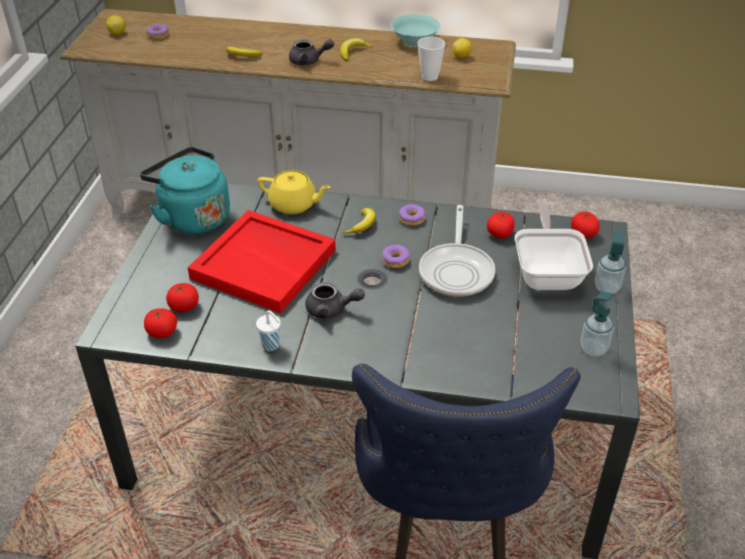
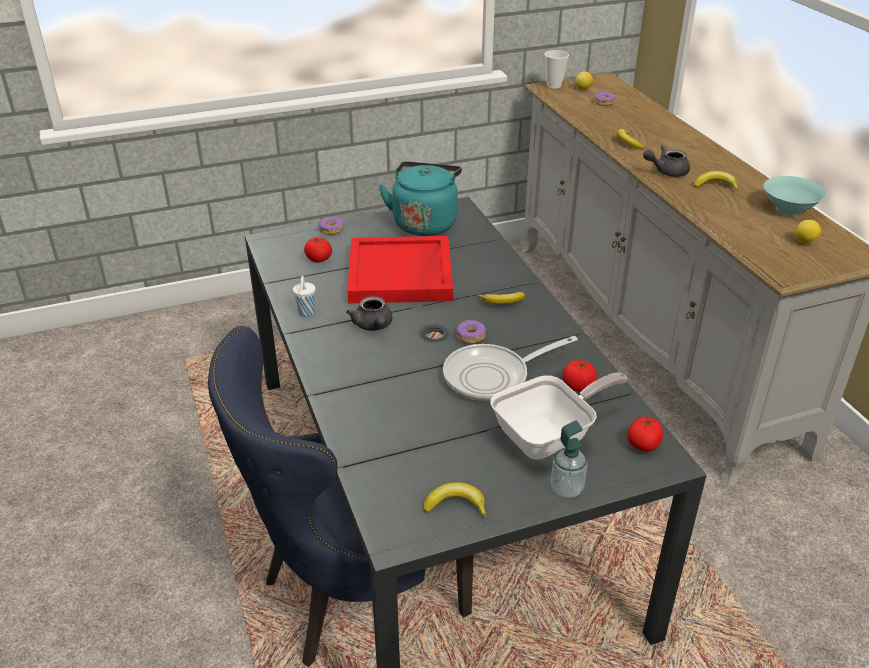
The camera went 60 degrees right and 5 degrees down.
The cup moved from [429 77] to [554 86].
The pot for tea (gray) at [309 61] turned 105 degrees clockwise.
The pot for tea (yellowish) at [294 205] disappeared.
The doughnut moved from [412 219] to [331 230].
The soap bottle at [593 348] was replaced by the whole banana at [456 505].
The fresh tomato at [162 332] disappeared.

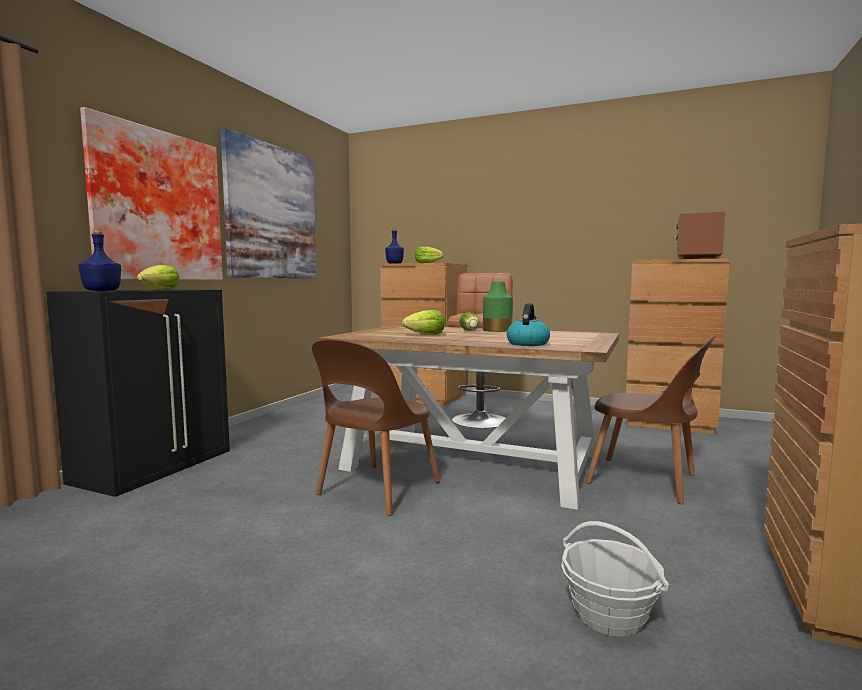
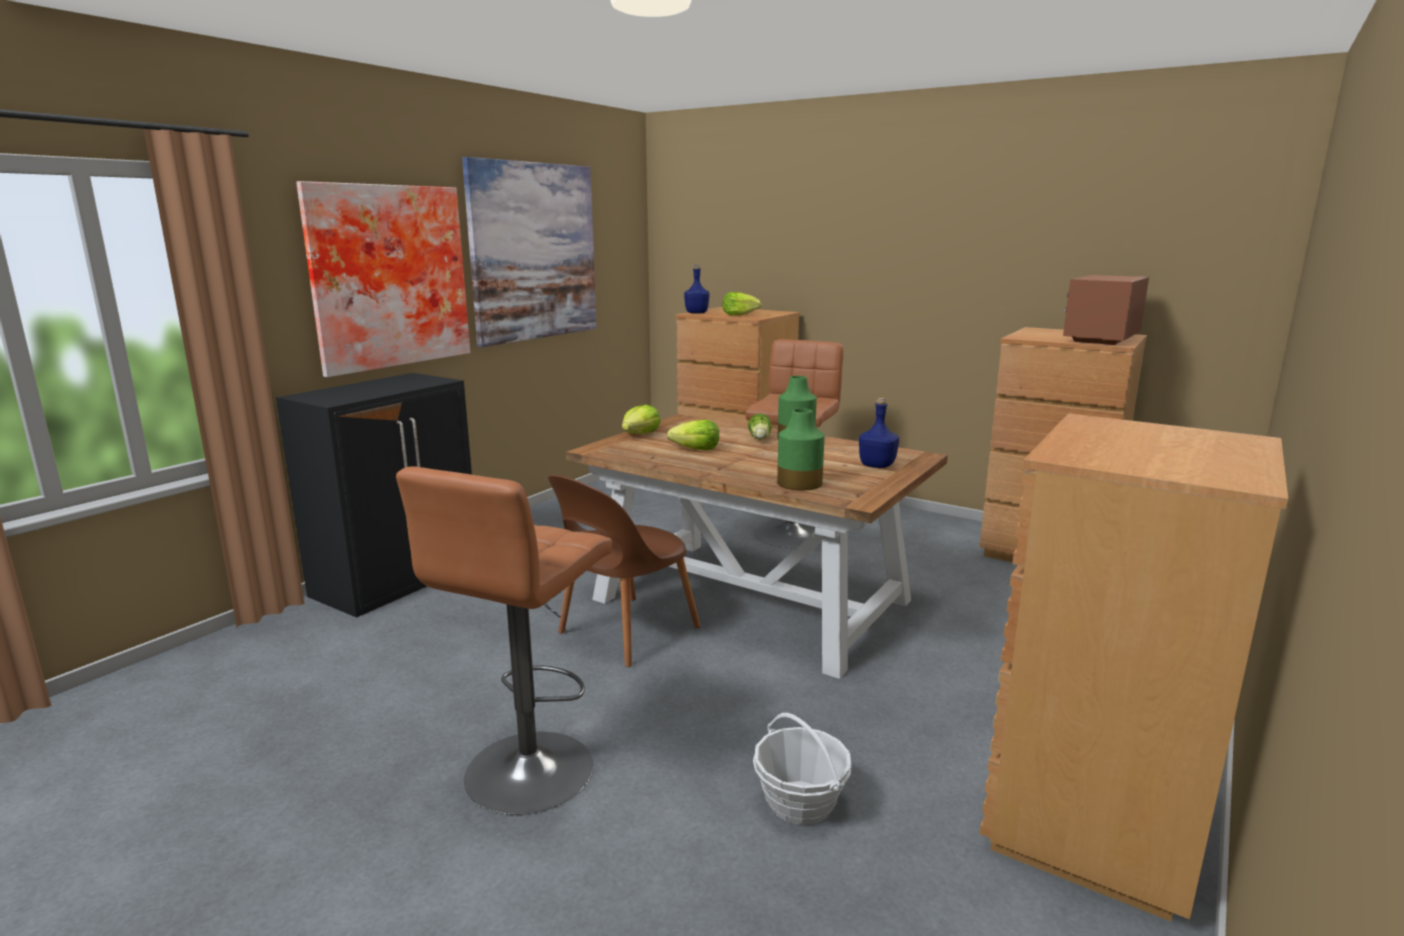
The camera went 10 degrees right and 10 degrees up.
The beverage bottle (blue-coloured) moved from [102 291] to [877 465].
The lettuce head moved from [160 289] to [640 434].
The water kettle at [527 344] was replaced by the flower vase (greenish) at [799 483].
The plain chair (brown-coloured) at [647 480] disappeared.
The stool seat (brown-coloured) at [527 772] appeared.

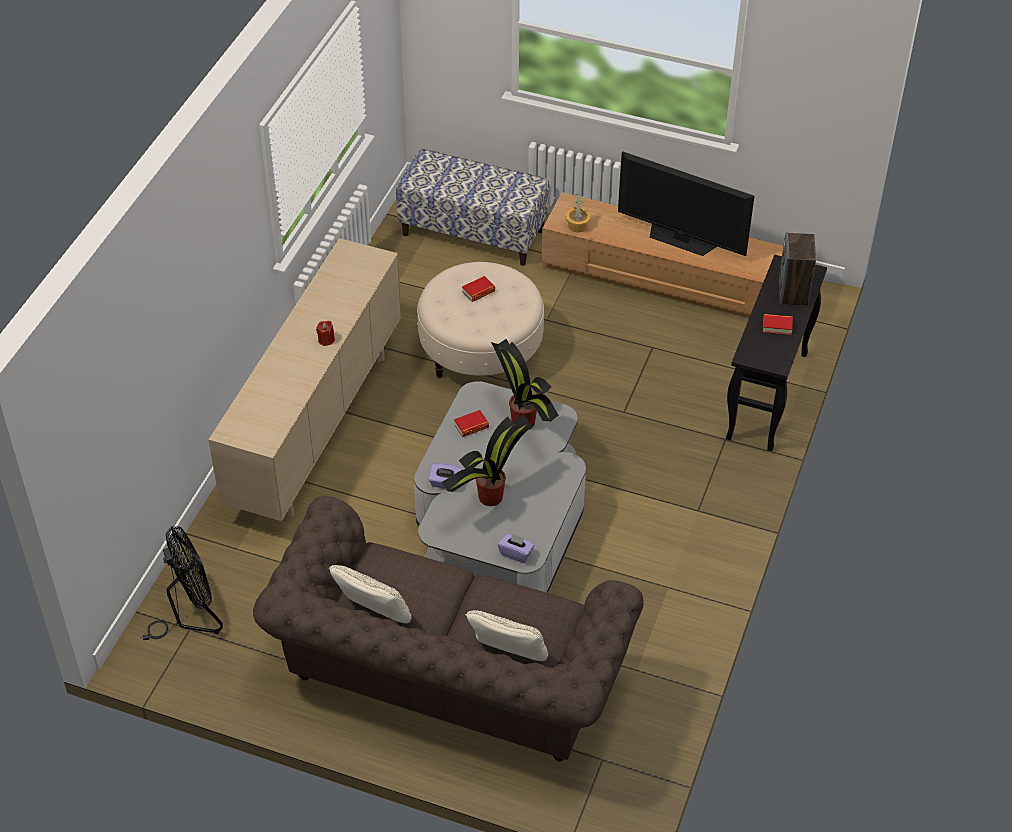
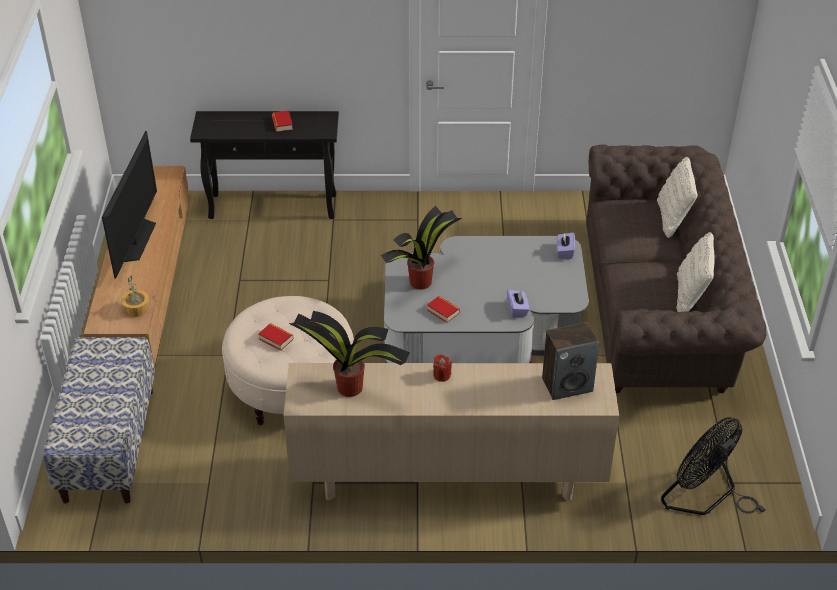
The camera went 110 degrees left and 5 degrees down.
The speaker moved from [793 292] to [567 384].
The houseplant moved from [489 497] to [351 388].

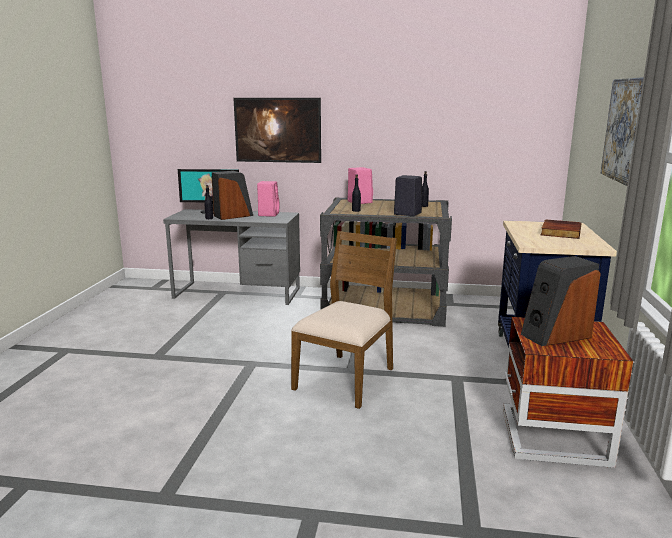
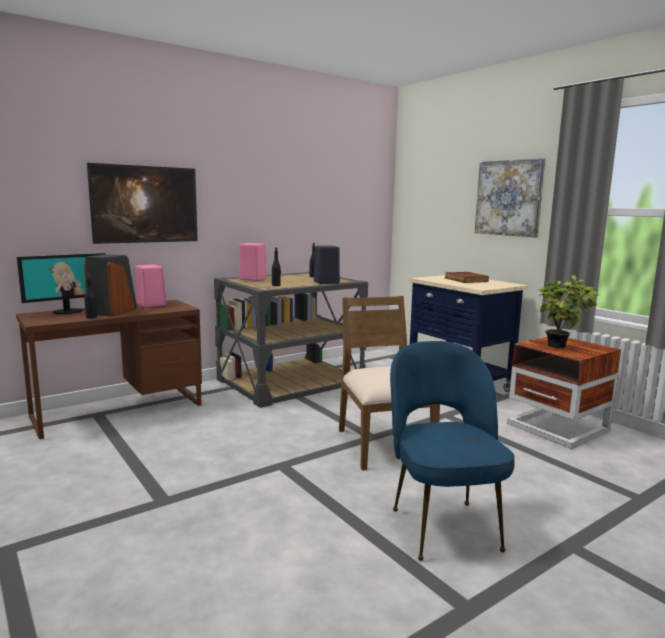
The camera went 45 degrees left and 5 degrees down.
The desk (gray) at [237 293] became the desk (brown-coloured) at [118 410].
The speaker at [555 335] was replaced by the houseplant at [561 347].
The plain chair (blue-coloured) at [442 524] appeared.

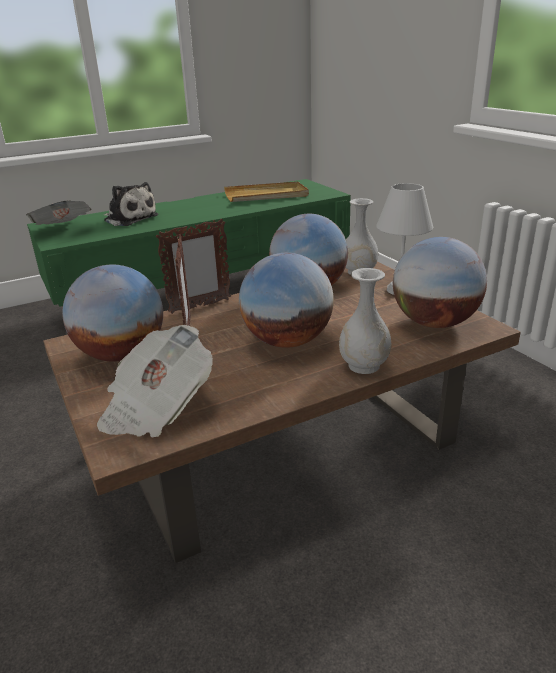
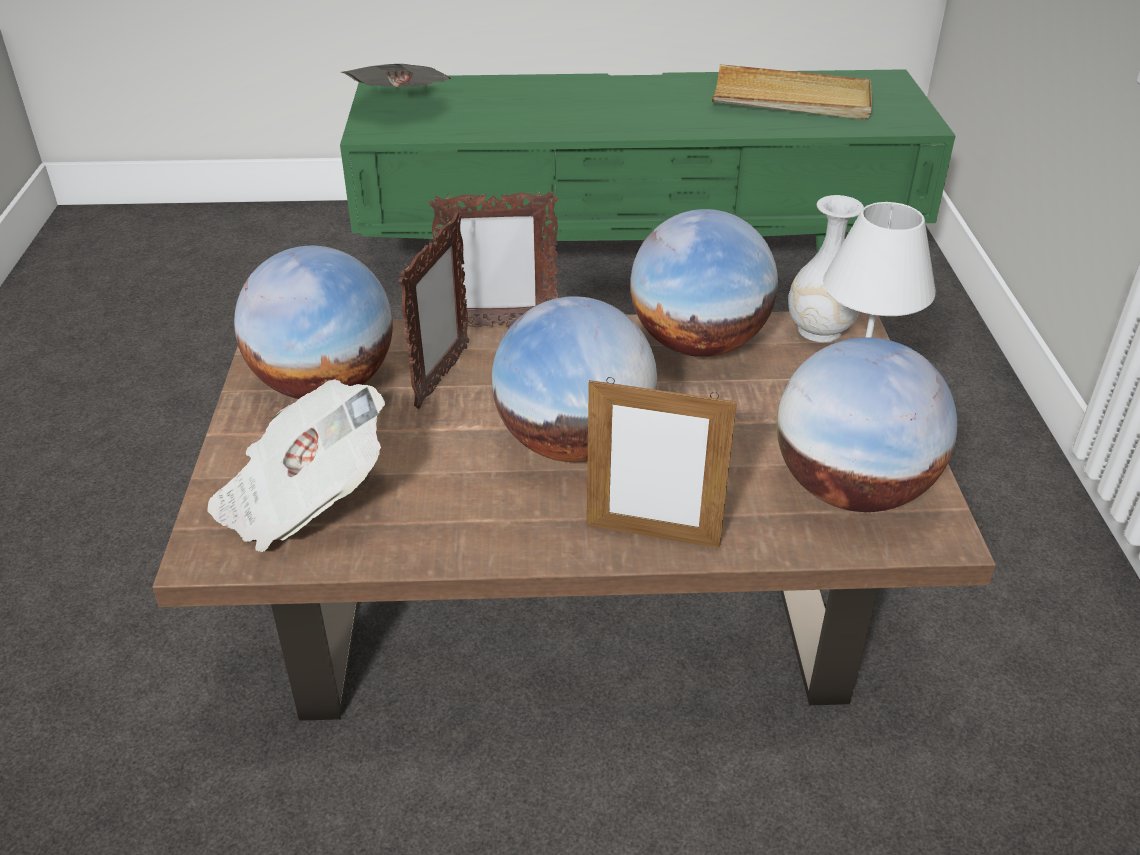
The camera went 25 degrees right and 10 degrees up.
The soft toy at [129 218] disappeared.
The flower vase (whitish) at [364 365] was replaced by the standing frame at [652 535].

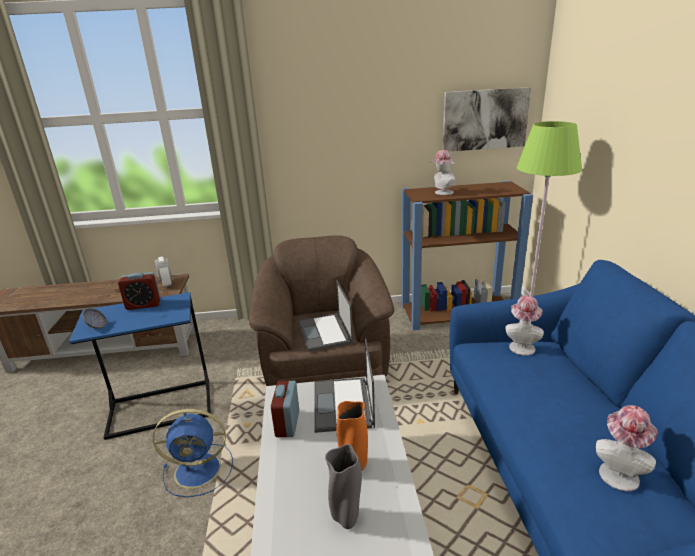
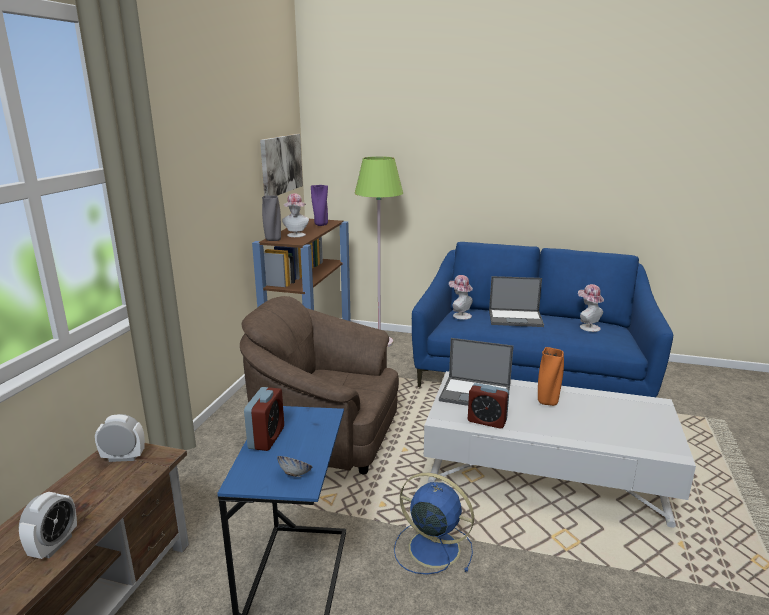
The camera went 70 degrees left and 5 degrees down.
The portable computer moved from [325 333] to [516 318].
The fan (blue-coloured) at [200 469] turned 75 degrees counterclockwise.
The flower vase (gray) moved from [346 517] to [273 240].
The flower vase (purple-coloured) at [320 225] appeared.
The alarm clock at [54 545] appeared.

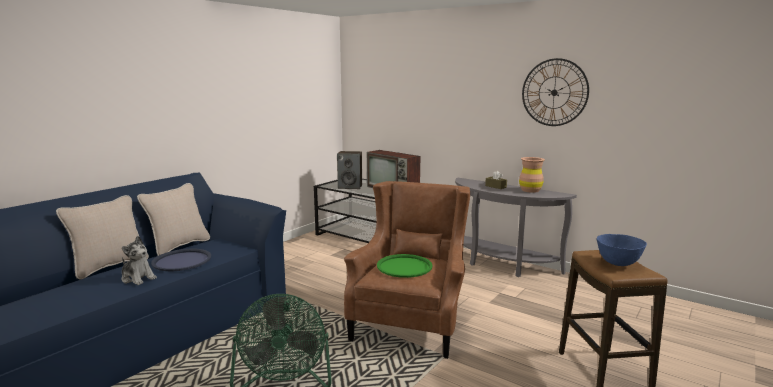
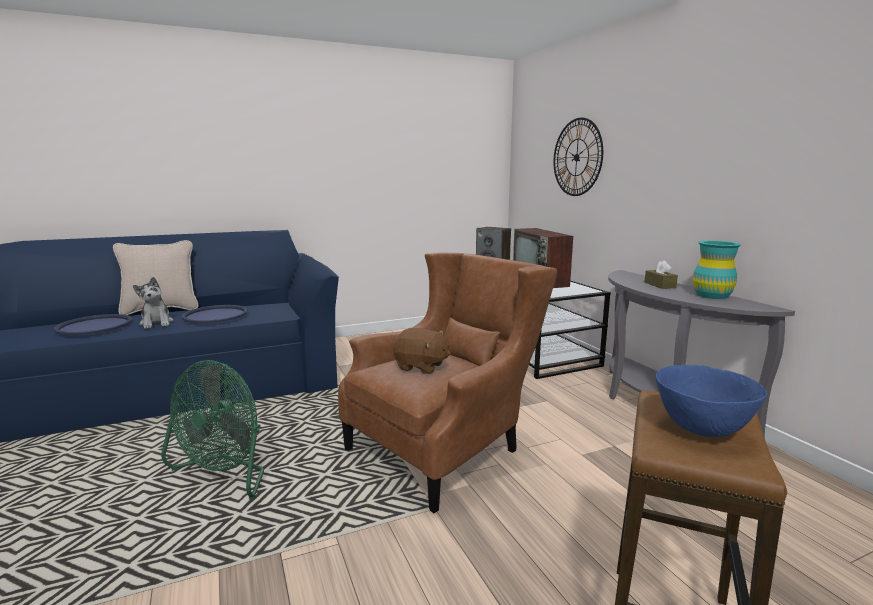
The camera went 30 degrees right and 0 degrees up.
The hanging clock moved from [554 92] to [577 157].
The flower vase (brown-coloured) at [530 190] became the flower vase (turquoise-coloured) at [712 295].
The pillow (sand-coloured) at [179 246] disappeared.
The tray (greenish) at [404 266] was replaced by the soft toy (brown-coloured) at [421 367].
The tray (blue-coloured) at [94 326] appeared.

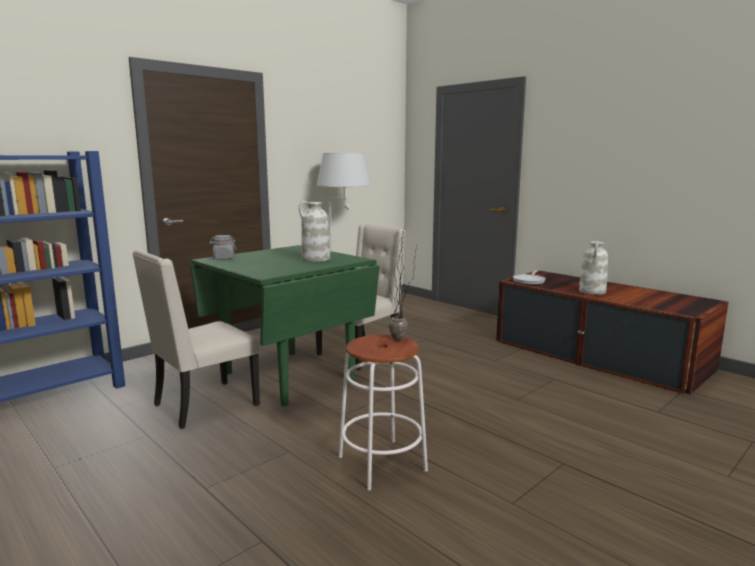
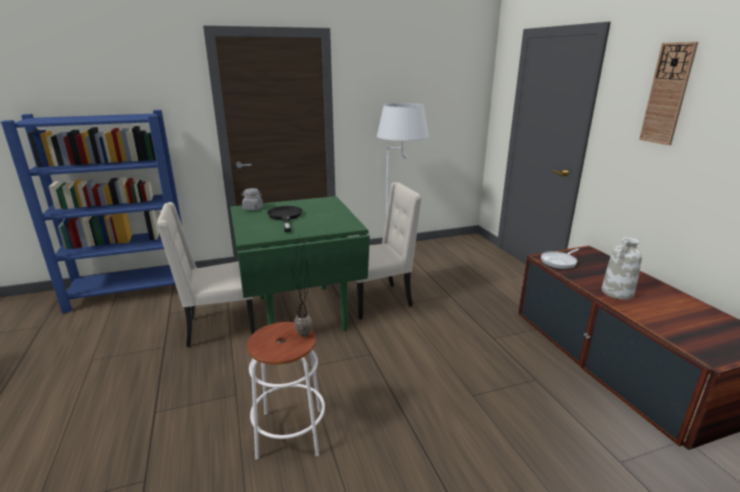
The camera went 25 degrees right and 10 degrees up.
The flower vase (whitish) at [315 259] disappeared.
The hanging clock at [667 94] appeared.
The pan (black-coloured) at [285 217] appeared.

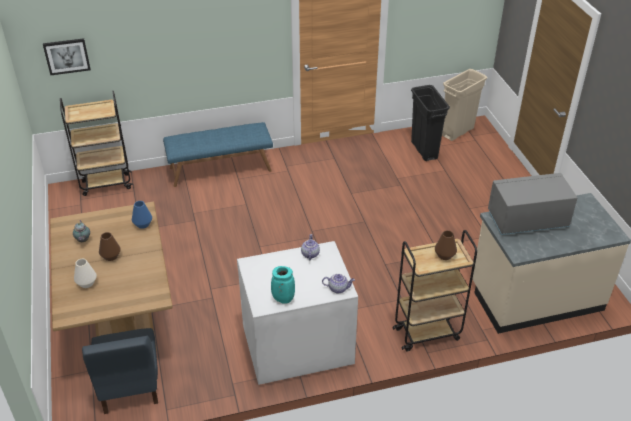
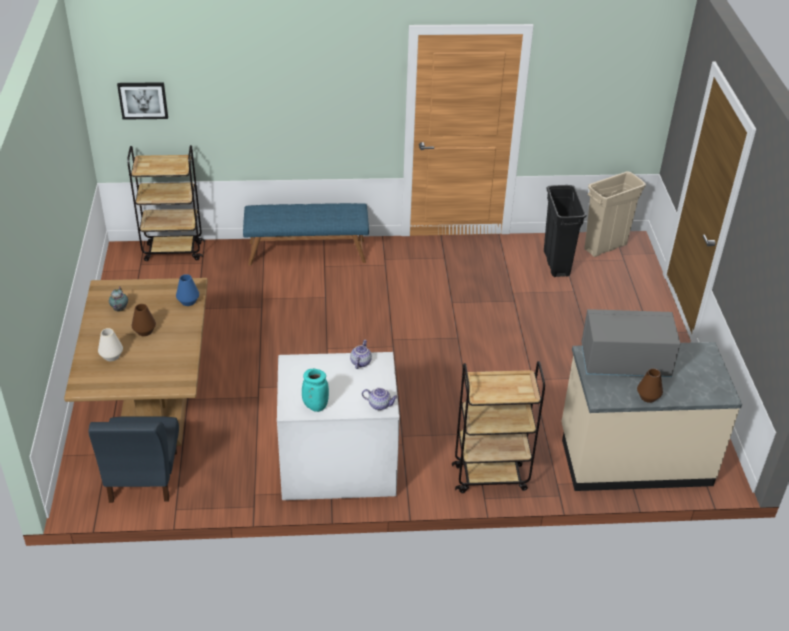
The camera went 10 degrees right and 0 degrees up.
The flower vase (brown-coloured) moved from [444 255] to [648 397].

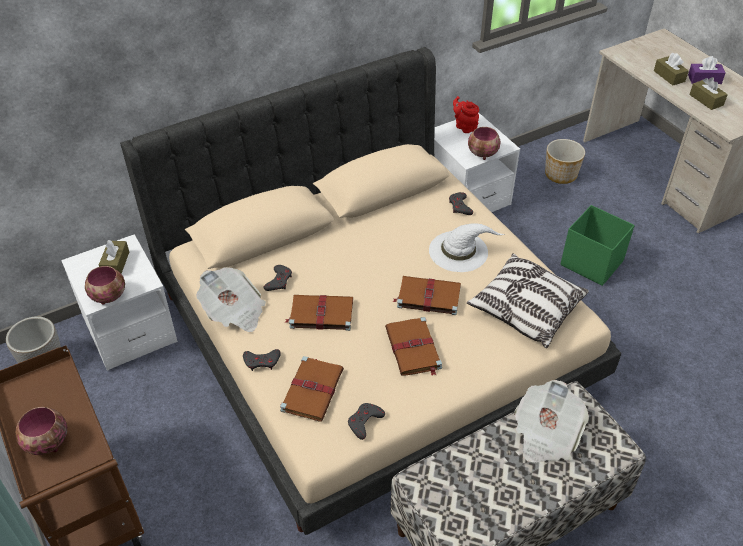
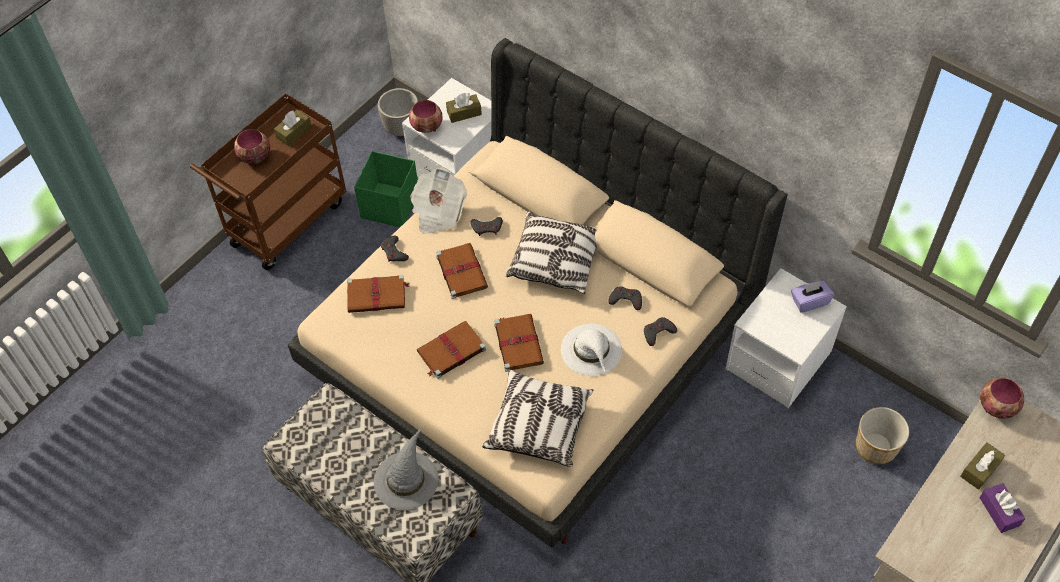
The camera went 70 degrees right and 10 degrees up.
The tissue box (brown-coloured) moved from [706 100] to [294 132].
The pot for tea (red) at [464 126] was replaced by the tissue box (purple-coloured) at [809 301].
The deep dish moved from [483 154] to [996 407].
The storage bin (greenish) moved from [591 262] to [391 205].
The newspaper at [545 434] was replaced by the hat (gray) at [406 479].
The gamepad (gray) moved from [364 422] to [626 300].
The pillow at [556 261] appeared.

